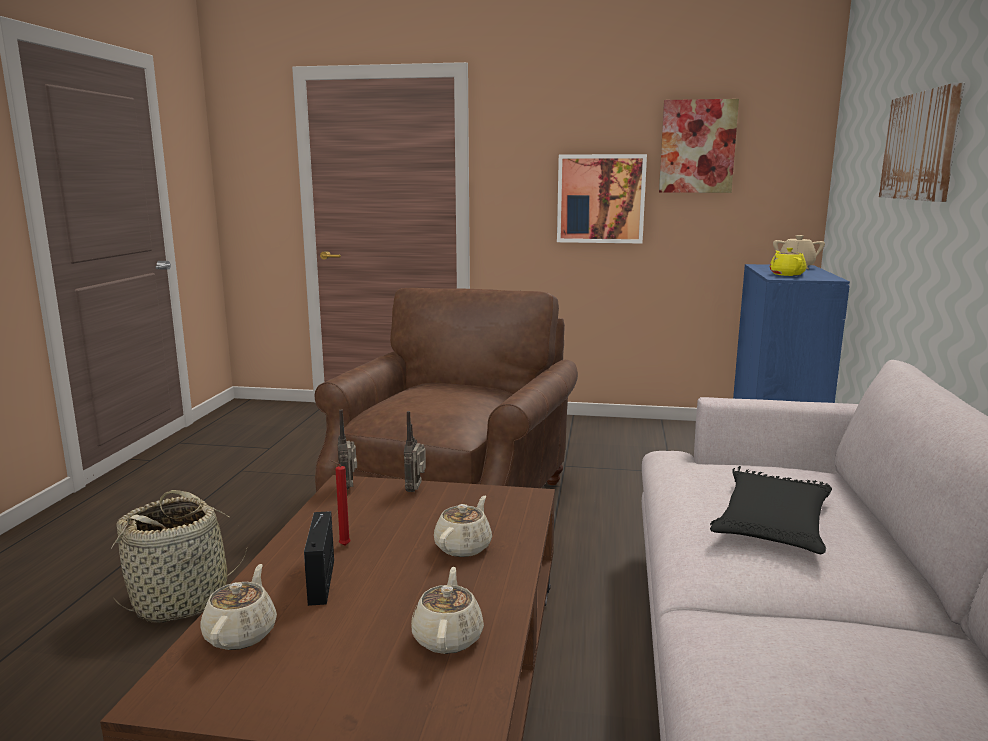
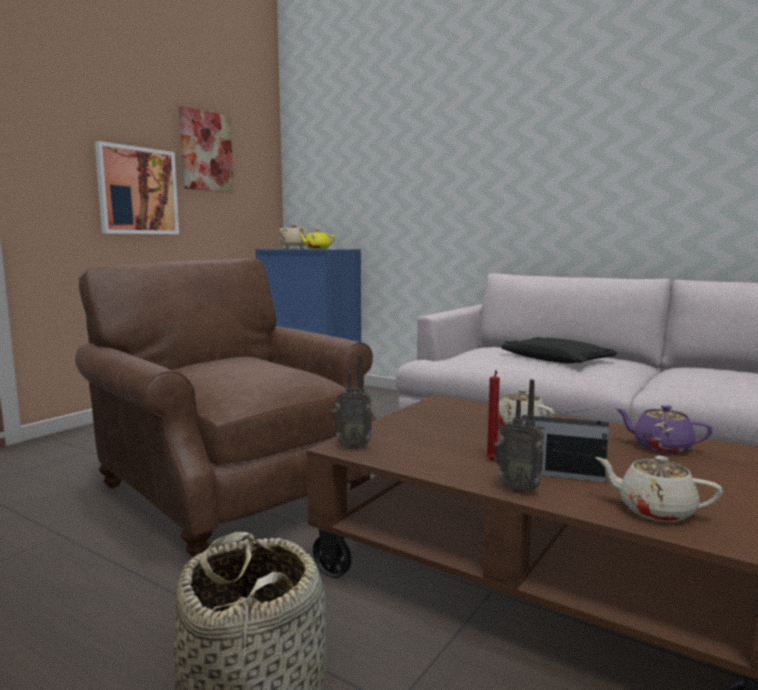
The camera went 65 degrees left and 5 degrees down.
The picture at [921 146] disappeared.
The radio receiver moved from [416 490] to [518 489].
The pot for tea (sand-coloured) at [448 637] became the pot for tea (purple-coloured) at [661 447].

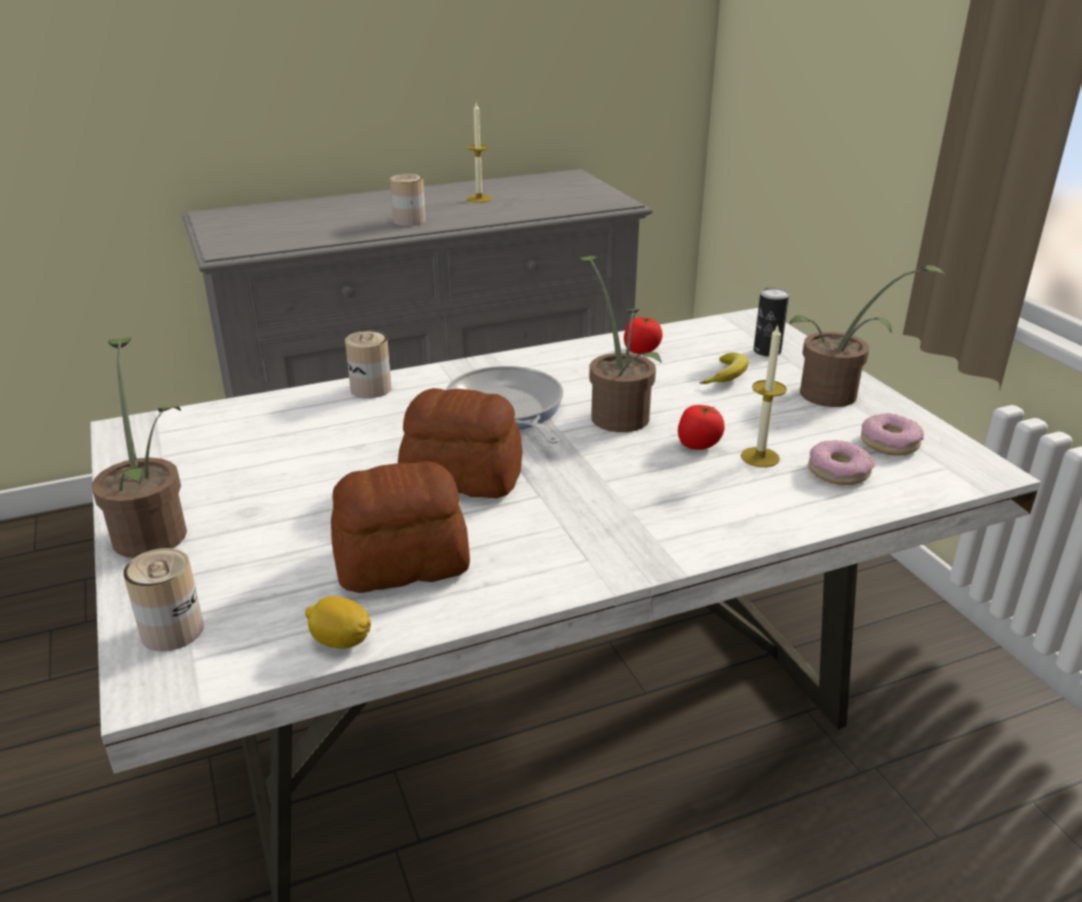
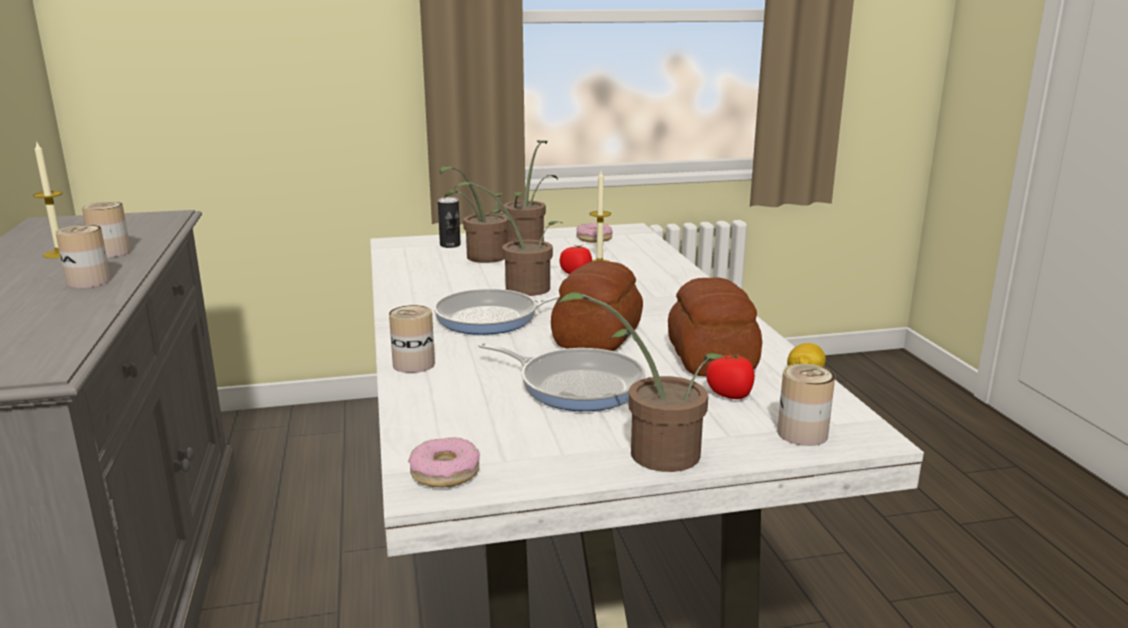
The camera went 80 degrees left and 10 degrees down.
The fresh tomato moved from [641 350] to [730 394].
The whole banana at [726 376] was replaced by the houseplant at [481 258].
The doughnut moved from [838 471] to [445 472].
The metal can at [111 252] appeared.
The pan at [575 385] appeared.

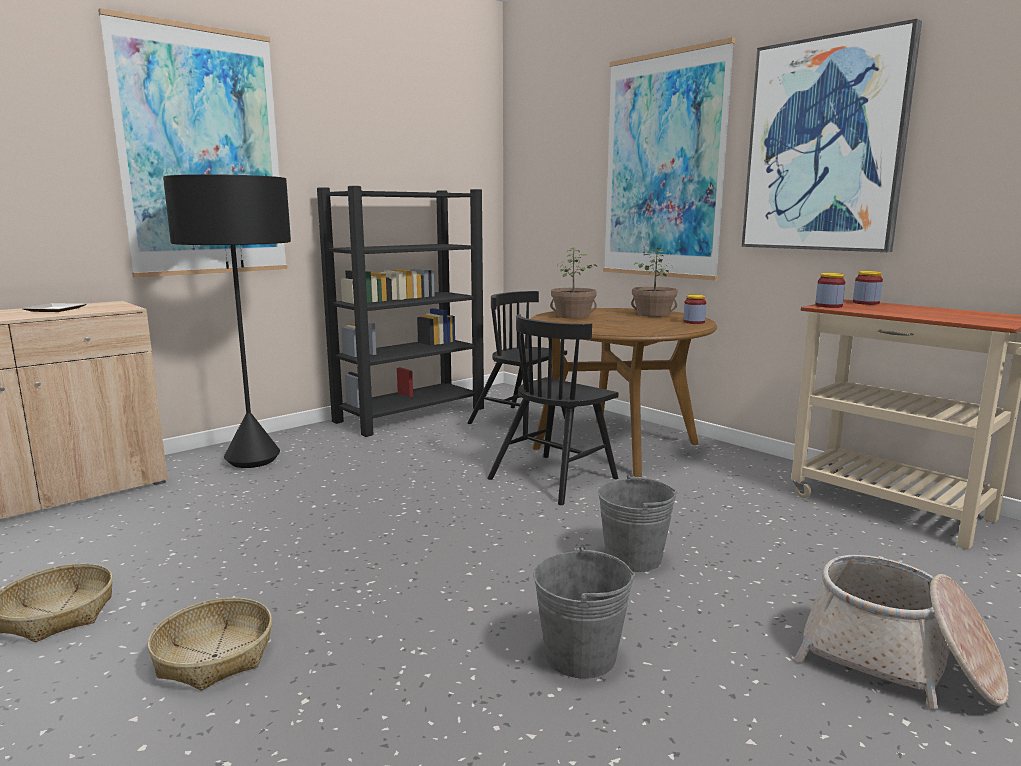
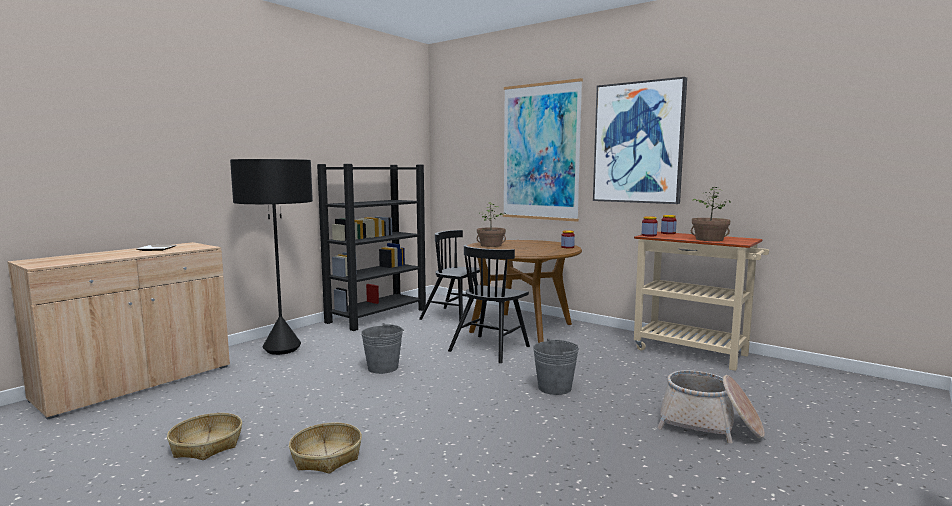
The camera went 10 degrees left and 5 degrees down.
The picture at [202 153] disappeared.
The houseplant moved from [653 314] to [709 239].
The water bucket (gray) moved from [580 655] to [383 368].

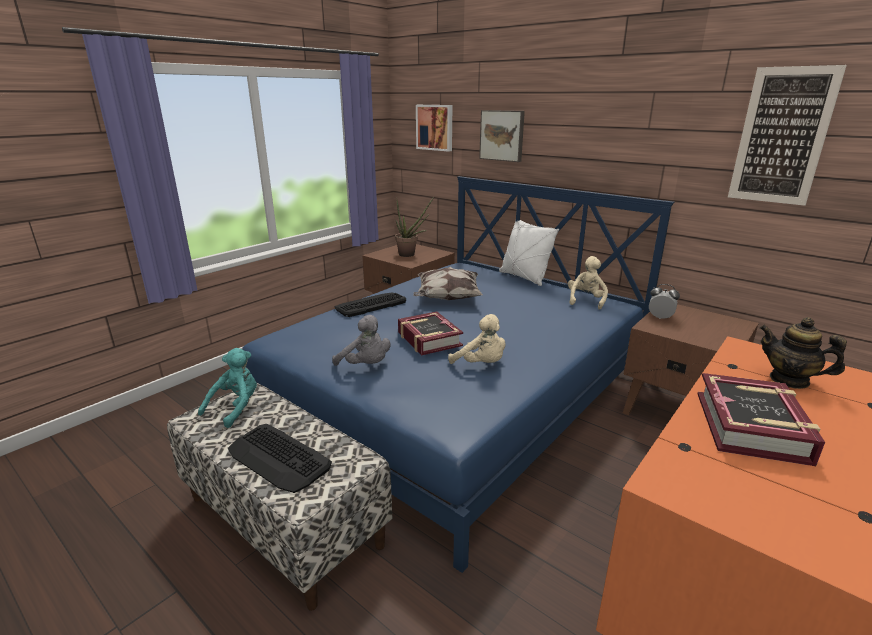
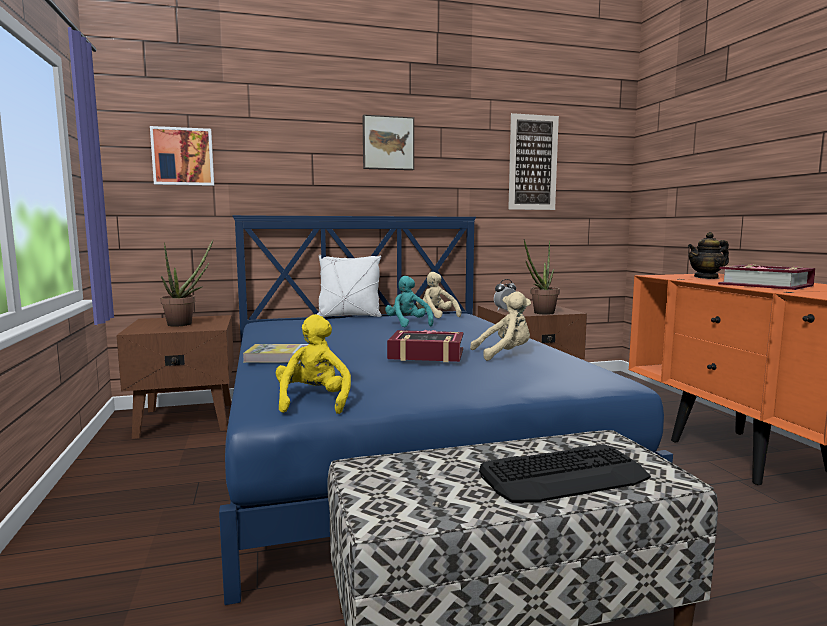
The camera went 55 degrees left and 15 degrees down.
The picture moved from [502 135] to [387 143].
The pillow at [447 298] disappeared.
The computer keyboard at [370 305] was replaced by the book at [282 357].
The soft toy (gray) at [366 365] disappeared.
The soft toy (turquoise-coloured) moved from [236 408] to [408 324].
The houseplant at [541 313] appeared.
The soft toy (yellowish) at [314 402] appeared.

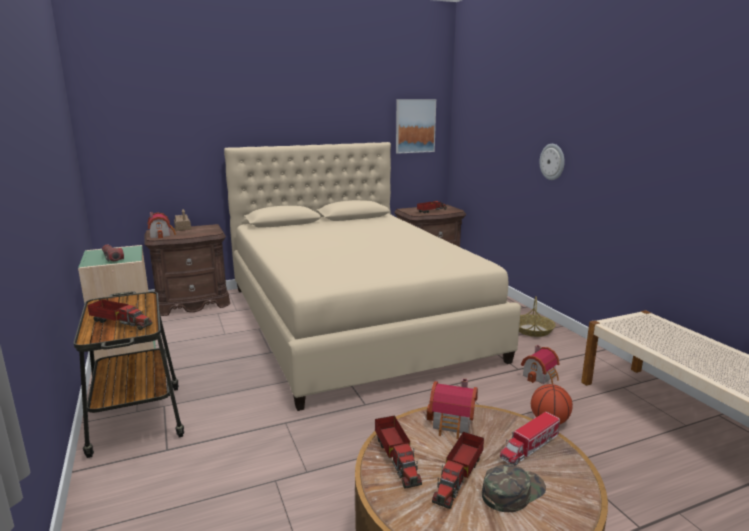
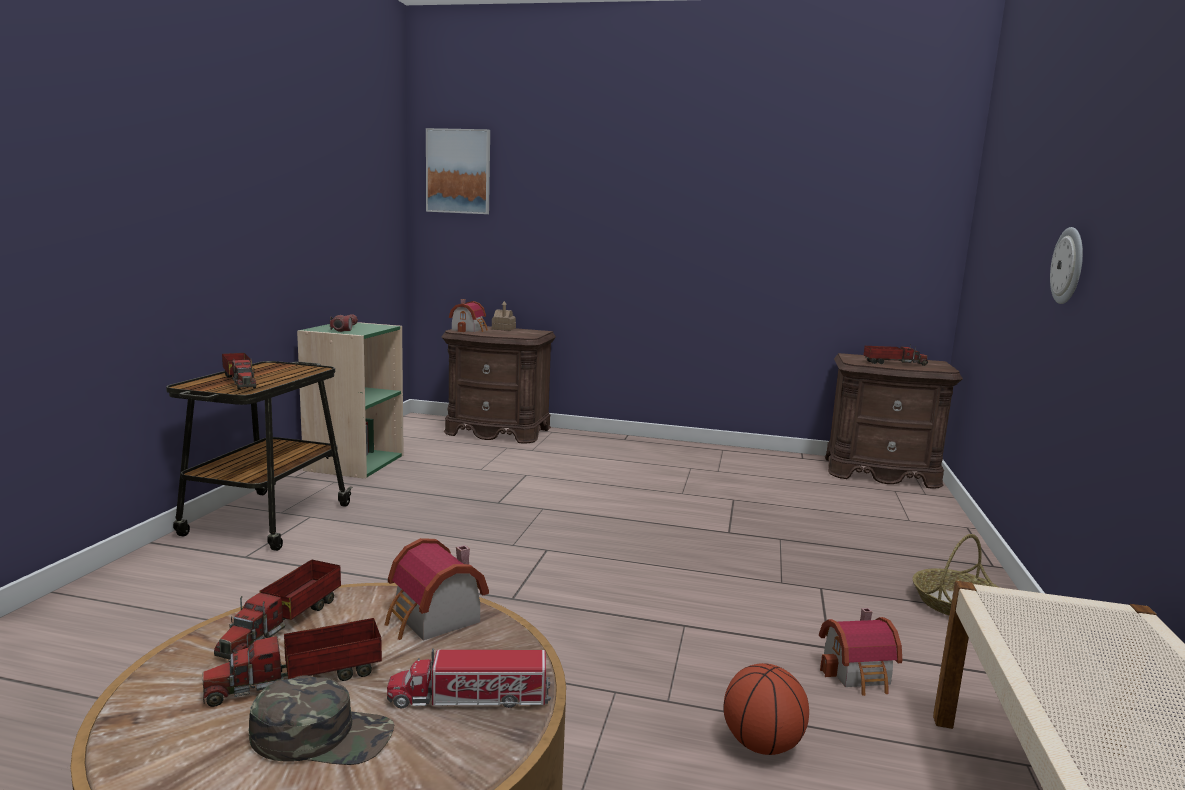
The camera went 35 degrees right and 5 degrees down.
The picture moved from [415 126] to [458 171].
The sleeping bed (sand-coloured) at [353 321] disappeared.

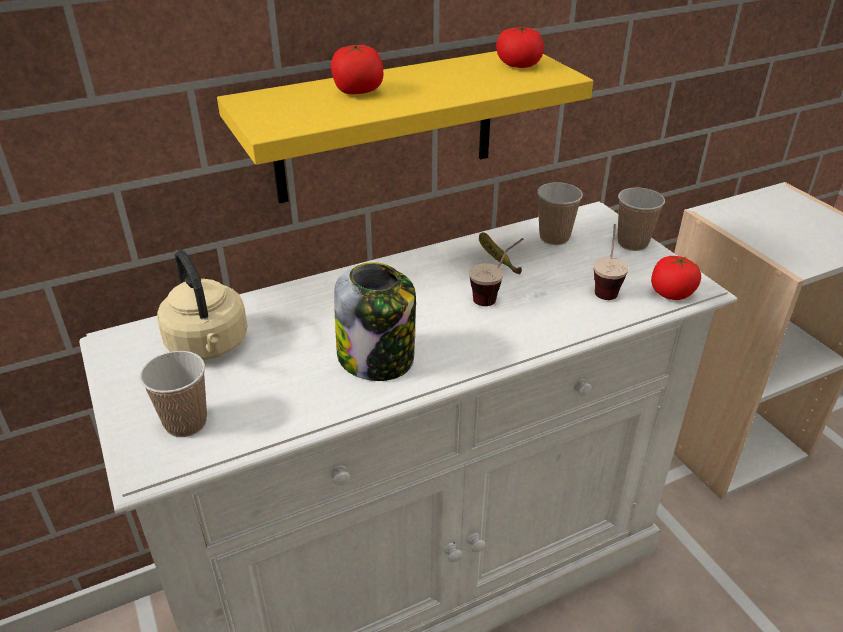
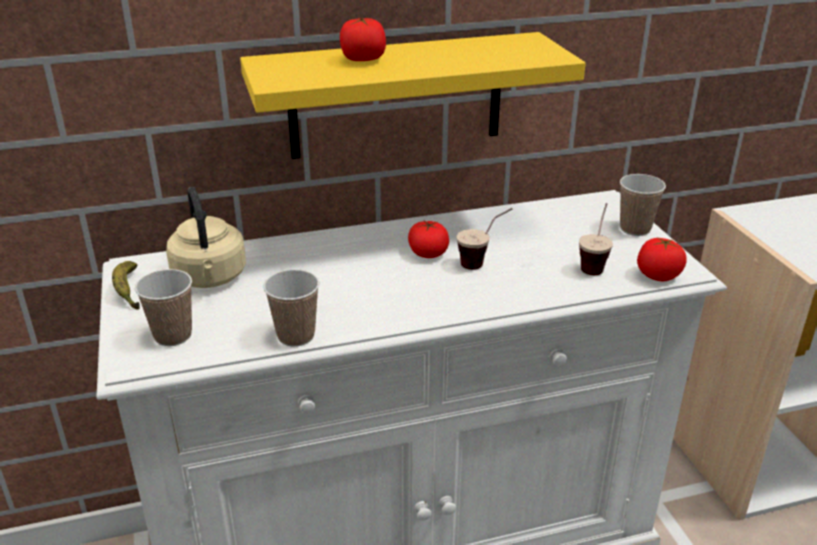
The camera went 10 degrees right and 5 degrees down.
The fresh tomato moved from [518 65] to [428 253].
The cup moved from [554 237] to [296 336].
The whole banana moved from [494 259] to [128 291].
The storage jar at [377 359] disappeared.

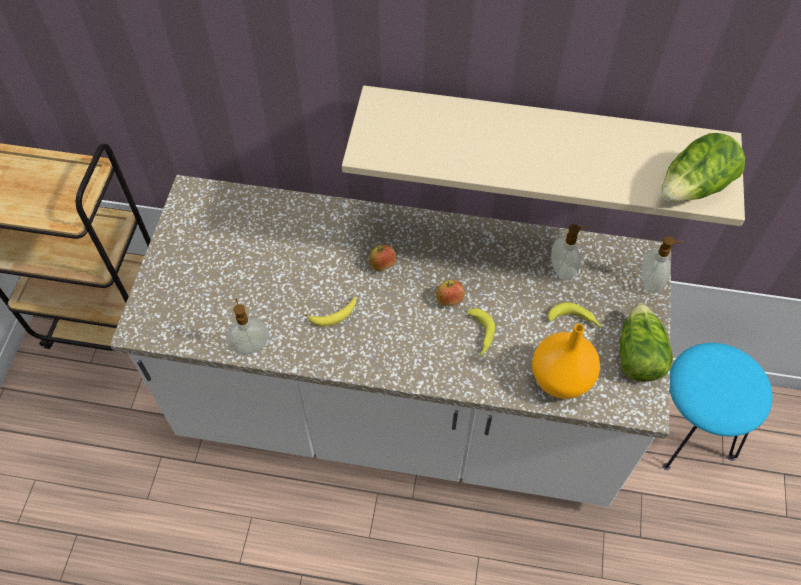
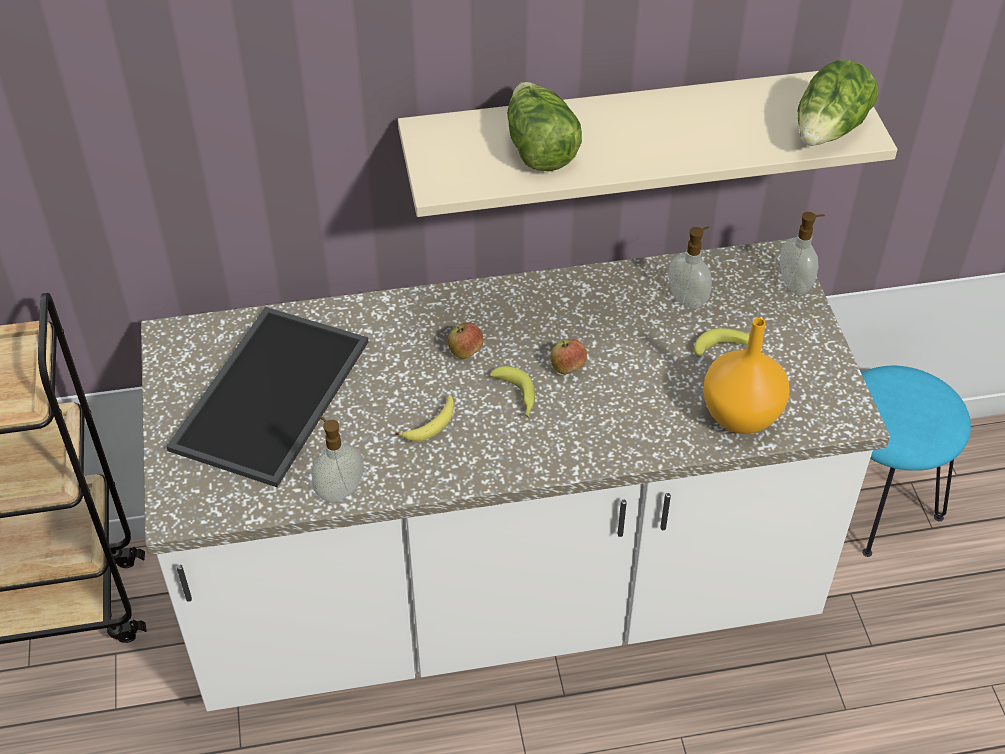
The camera went 20 degrees left and 10 degrees down.
The lettuce head moved from [638 354] to [539 148].
The whole banana moved from [480 335] to [516 397].
The tray at [269 392] appeared.

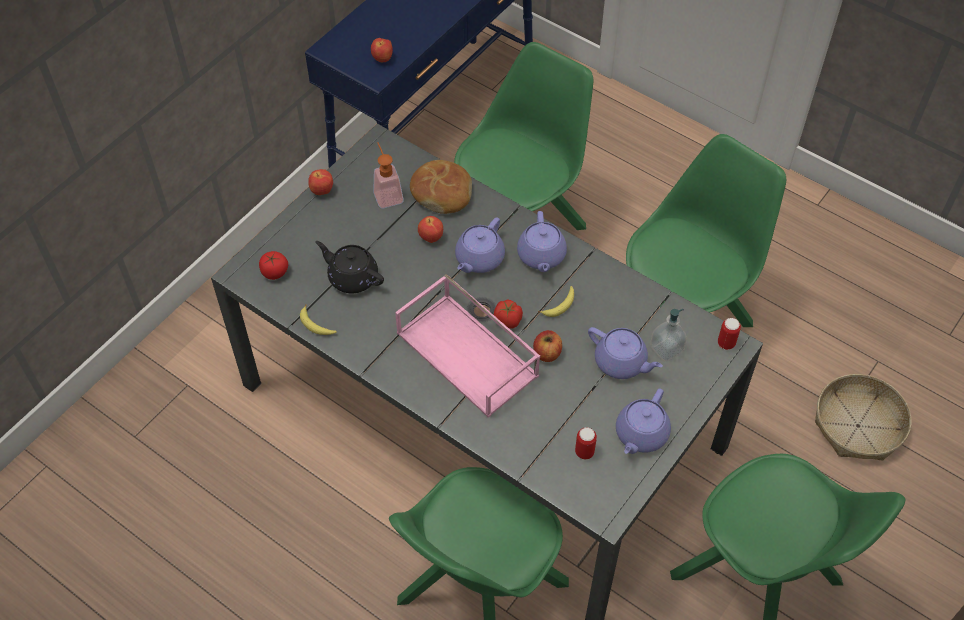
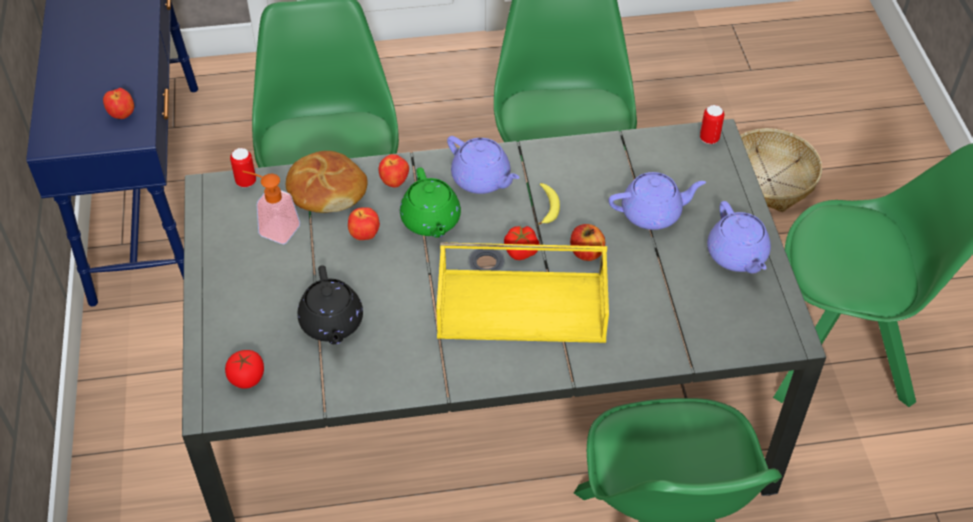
The camera went 45 degrees left and 5 degrees down.
The apple moved from [322 191] to [394 183].
The pot for tea (purple-coloured) at [479 259] became the pot for tea (greenish) at [431 221].
The pot for tea (black-coloured) at [352 277] turned 90 degrees counterclockwise.
The tray (pinkish) at [469 354] became the tray (yellowish) at [524 305].
The whole banana at [316 325] disappeared.
The soap bottle at [666 349] disappeared.
The metal can moved from [584 452] to [246 182].

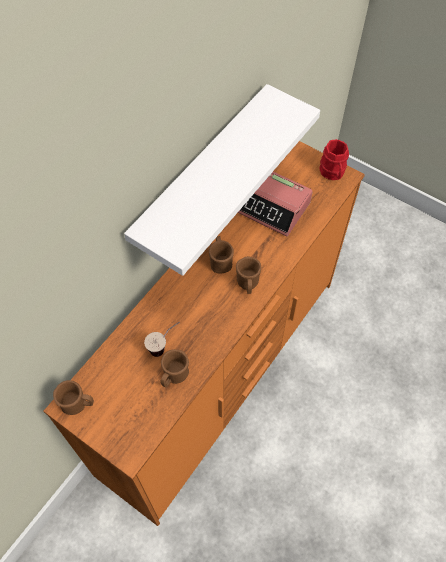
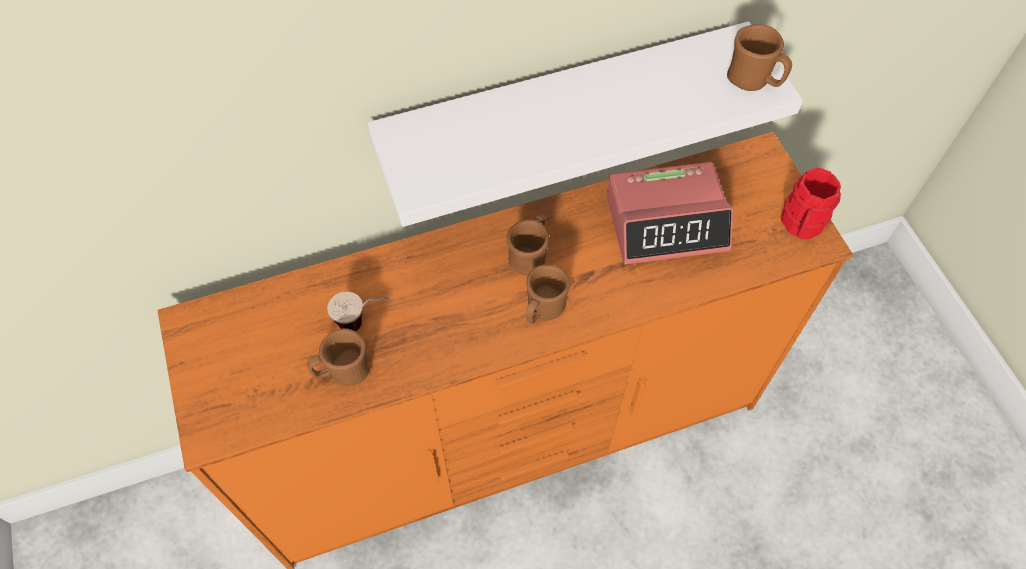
The camera went 35 degrees right and 0 degrees up.
The alarm clock at [272 207] turned 75 degrees counterclockwise.
The tea mug (brown-coloured) moved from [78 404] to [753 81].

